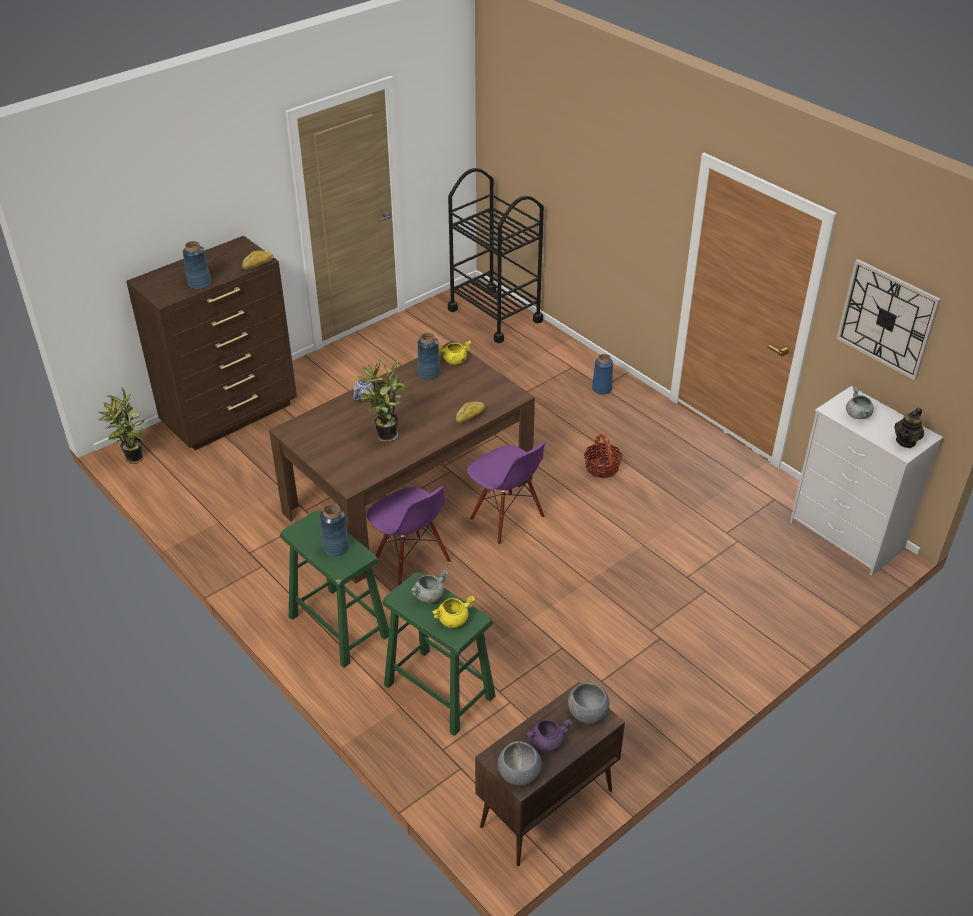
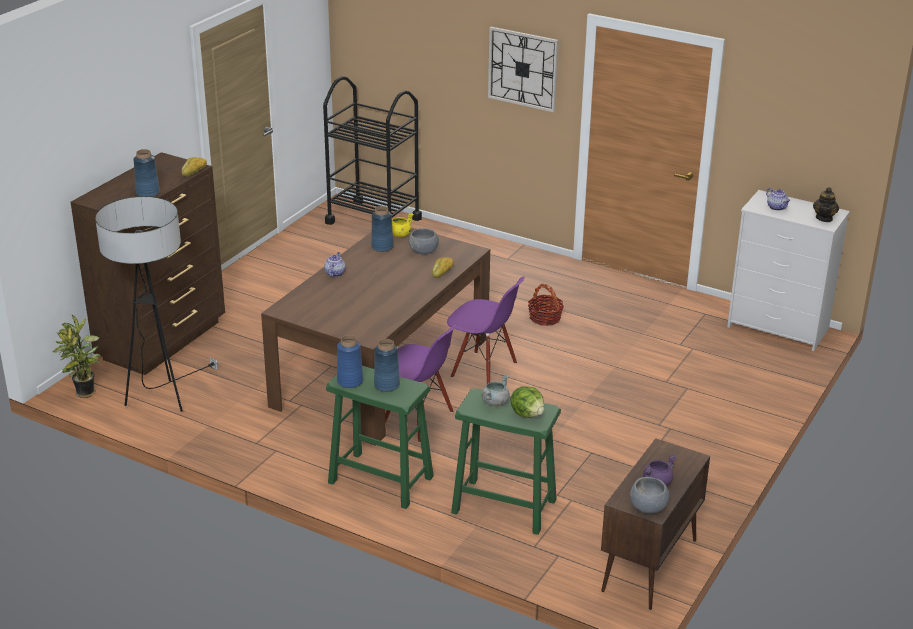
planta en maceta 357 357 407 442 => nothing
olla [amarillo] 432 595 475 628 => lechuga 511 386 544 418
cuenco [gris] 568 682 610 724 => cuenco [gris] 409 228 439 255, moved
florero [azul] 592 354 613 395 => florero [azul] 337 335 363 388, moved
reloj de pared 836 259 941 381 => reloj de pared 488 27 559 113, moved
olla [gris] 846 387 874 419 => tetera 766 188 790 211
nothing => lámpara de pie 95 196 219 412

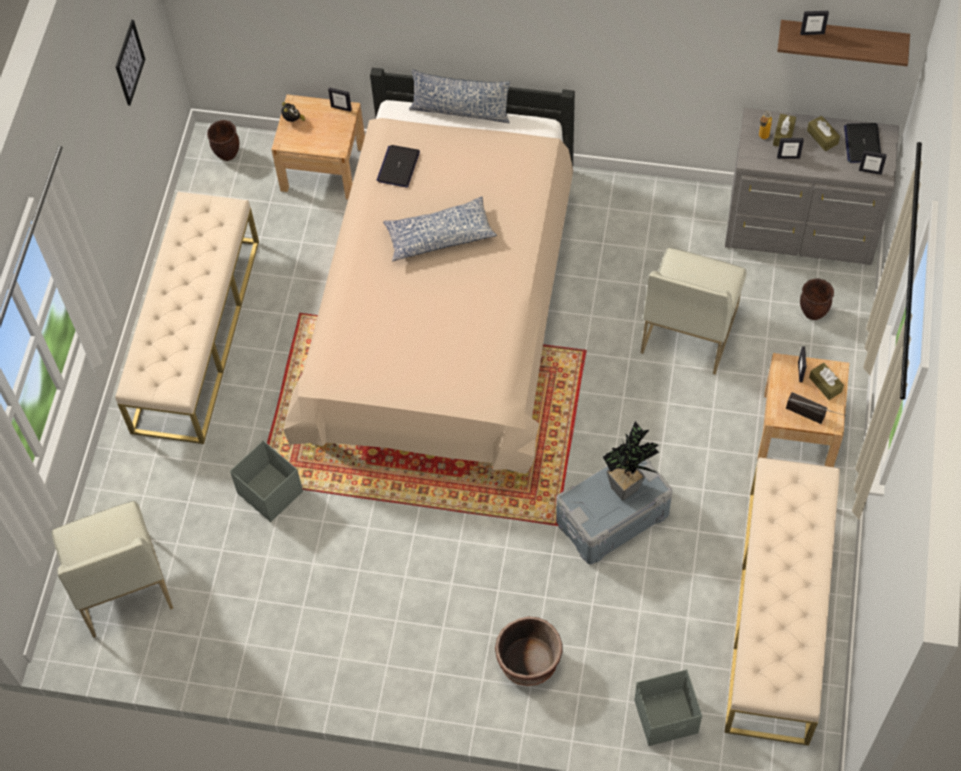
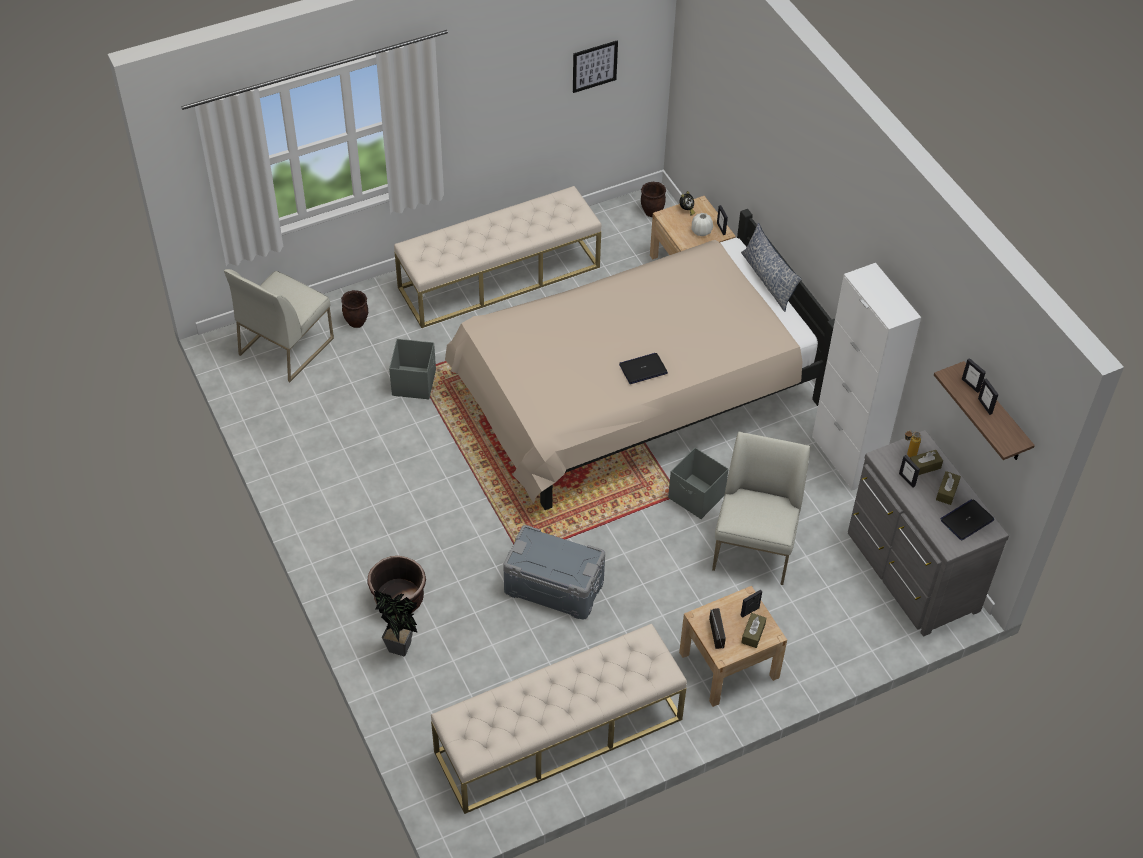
portátil 377 145 420 187 => portátil 619 353 668 384, moved
cojín 383 197 497 261 => nothing
planta en maceta 603 421 659 500 => planta en maceta 374 591 418 656, moved
caja de almacenaje [gris] 634 669 702 746 => caja de almacenaje [gris] 668 448 729 519, moved
silla [blanco] 641 248 746 375 => silla [blanco] 712 431 810 585, 120 degrees clockwise
maceta [marrón] 800 279 834 320 => maceta [marrón] 341 290 368 328, moved
portarretratos 859 150 887 175 => portarretratos 978 378 998 415, moved
nothing => florero [blanco] 691 213 713 236
nothing => armario [blanco] 812 263 921 491

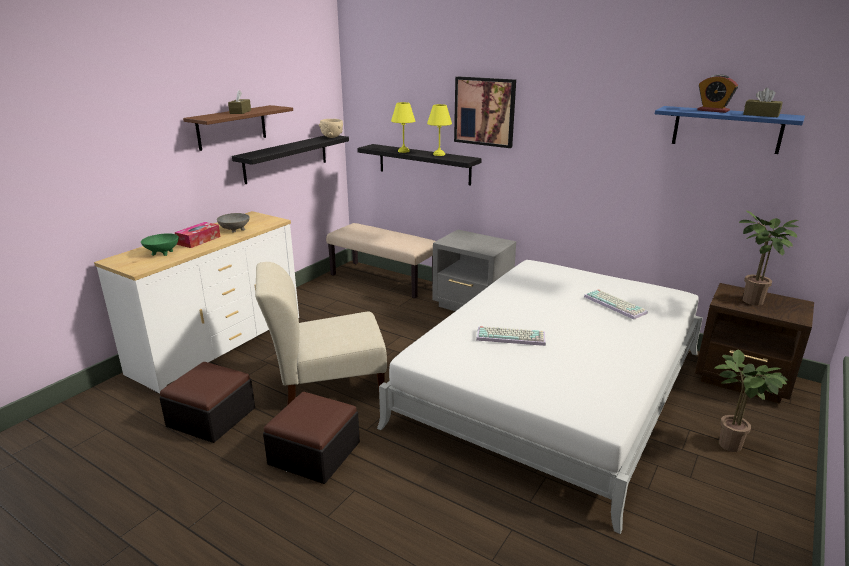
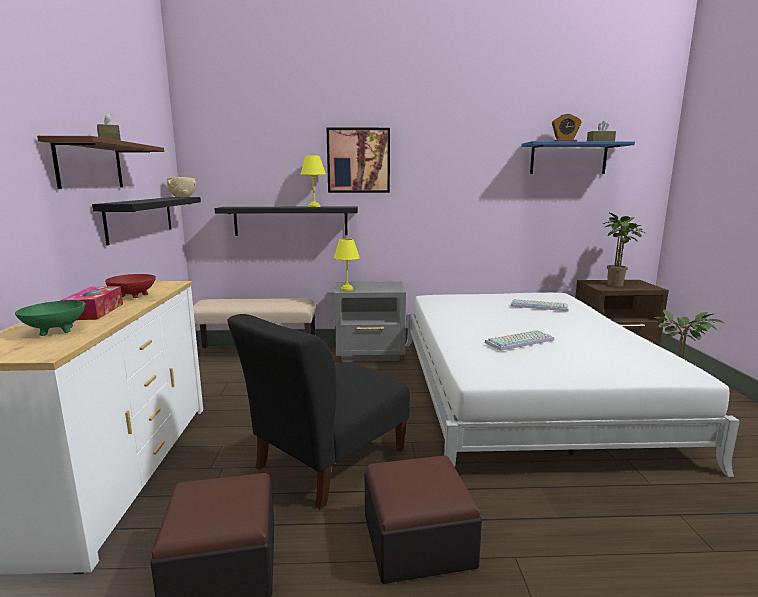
cuenco [gris] 217 213 250 233 => cuenco [rojo] 105 274 156 298
silla [beis] 255 262 387 405 => silla [negro] 228 314 410 509
lámpara de mesa [amarillo] 391 102 415 153 => lámpara de mesa [amarillo] 334 239 360 291, moved

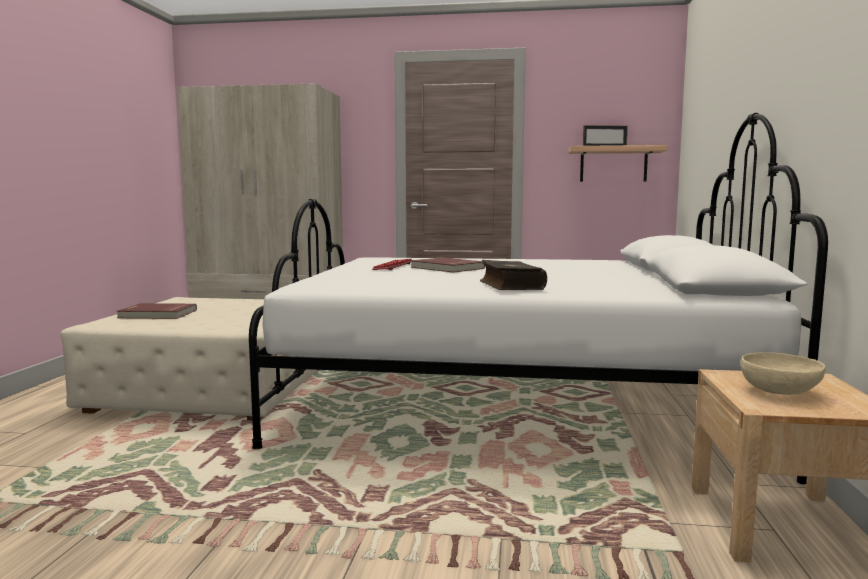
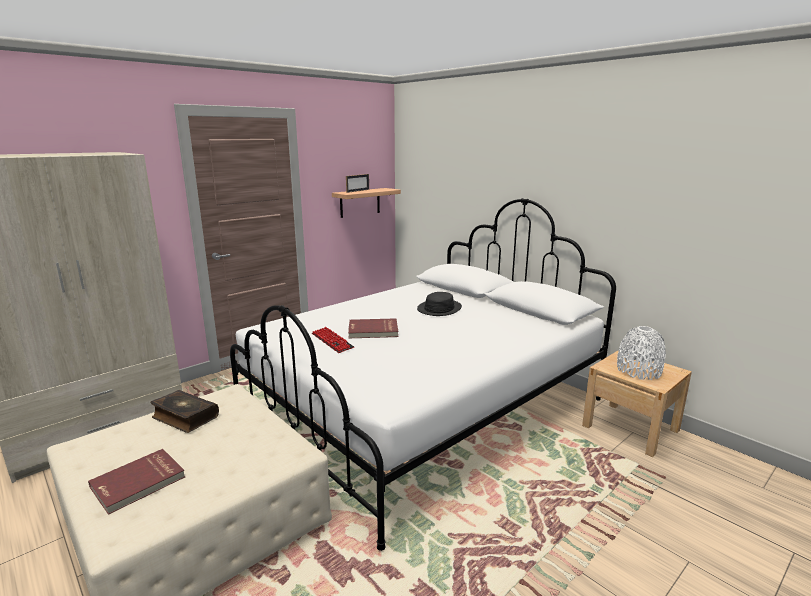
libro 480 260 547 290 => libro 150 390 219 433, moved
cuenco [beis] 741 352 825 395 => florero [blanco] 617 326 666 380
nothing => sombrero [negro] 417 292 462 316

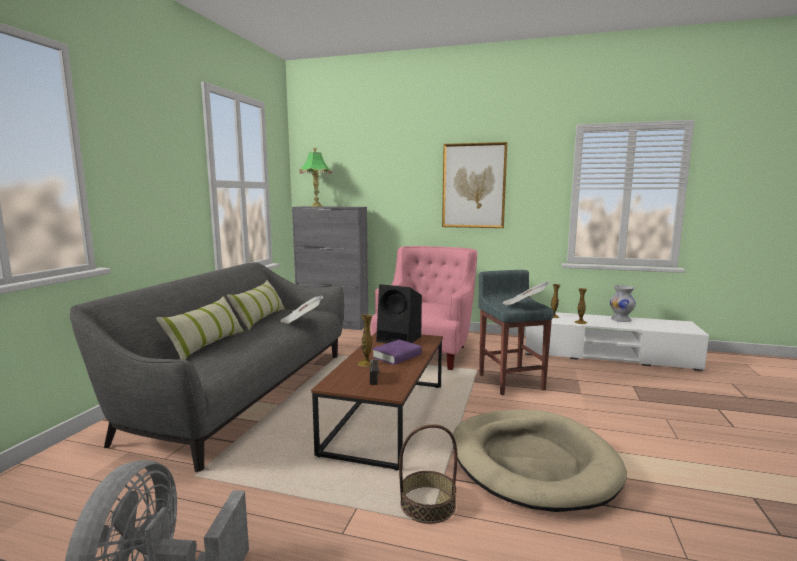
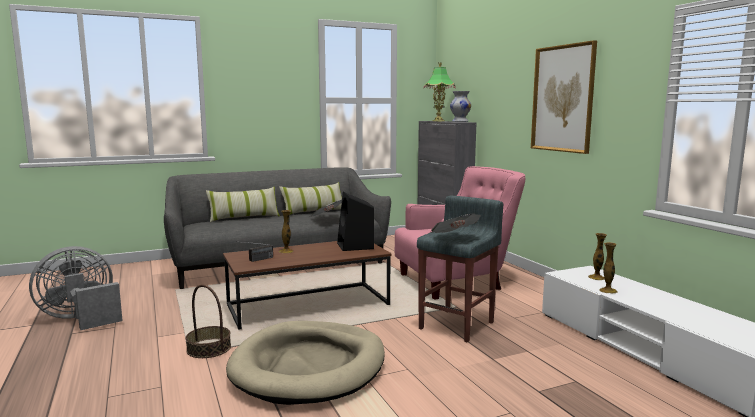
libro [morado] 372 339 422 365 => nothing
florero [blanco] 610 285 636 322 => florero [blanco] 450 91 471 122, moved

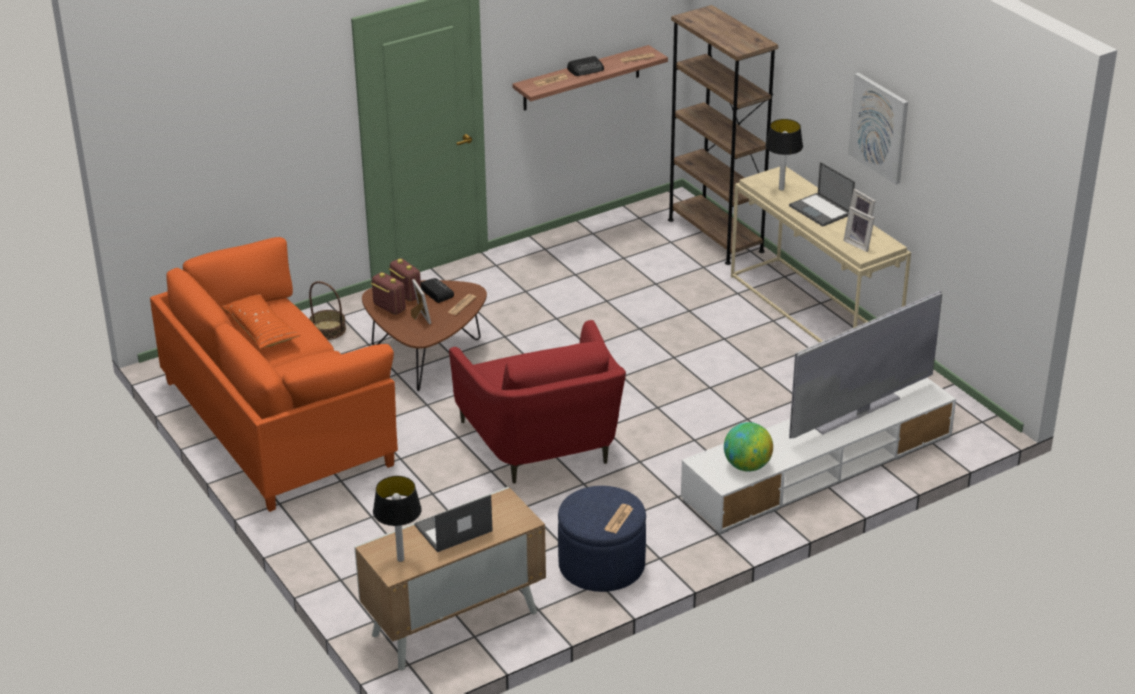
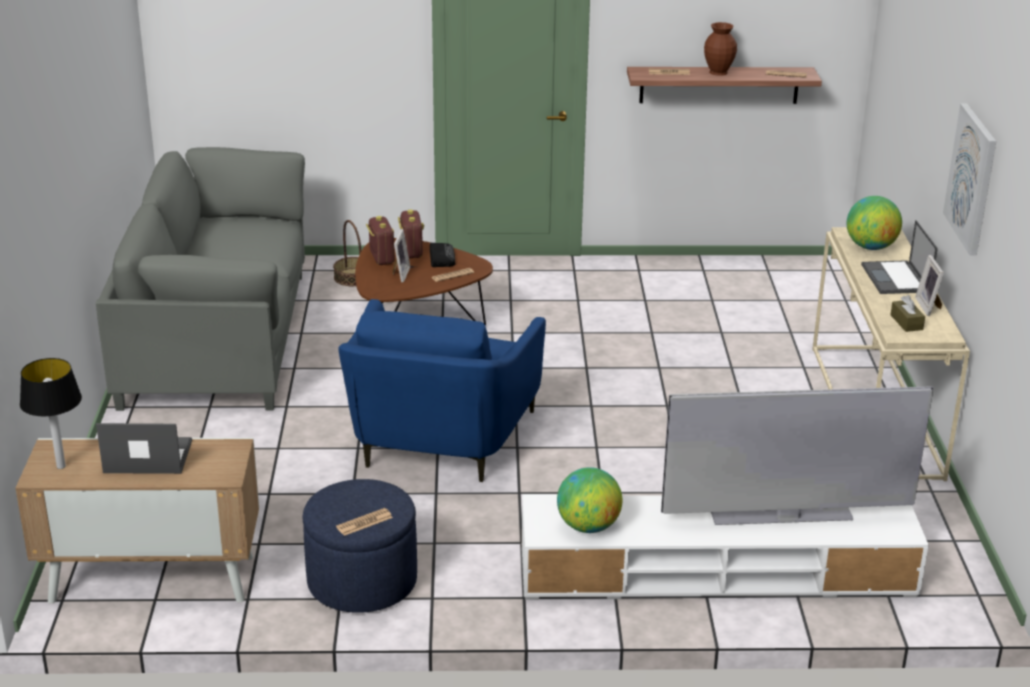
sofá [naranja] 150 237 398 512 => sofá [gris] 96 147 305 411
cojín [naranja] 221 294 300 349 => nothing
sillón [rojo] 449 320 626 484 => sillón [azul] 338 299 546 482
radio 567 56 604 76 => florero [marrón] 704 22 737 76
estantería [marrón] 668 5 778 265 => nothing
lámpara de mesa 765 119 803 191 => globo terráqueo 847 196 902 250
portarretratos 843 207 875 252 => caja de pañuelos [marrón] 891 295 925 332

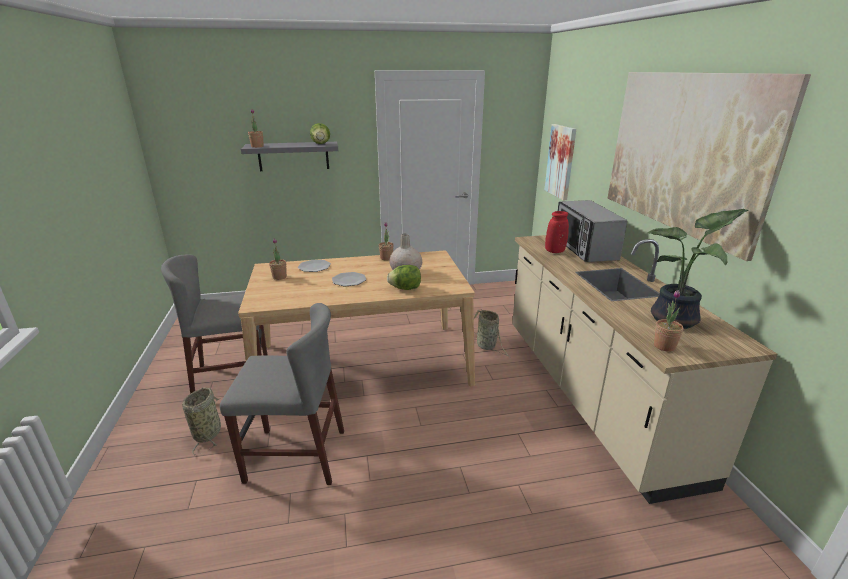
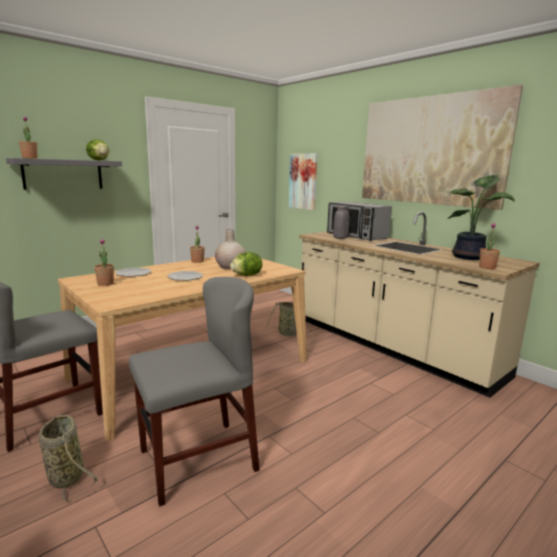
florero [rojo] 545 211 569 253 => florero [gris] 333 205 350 239

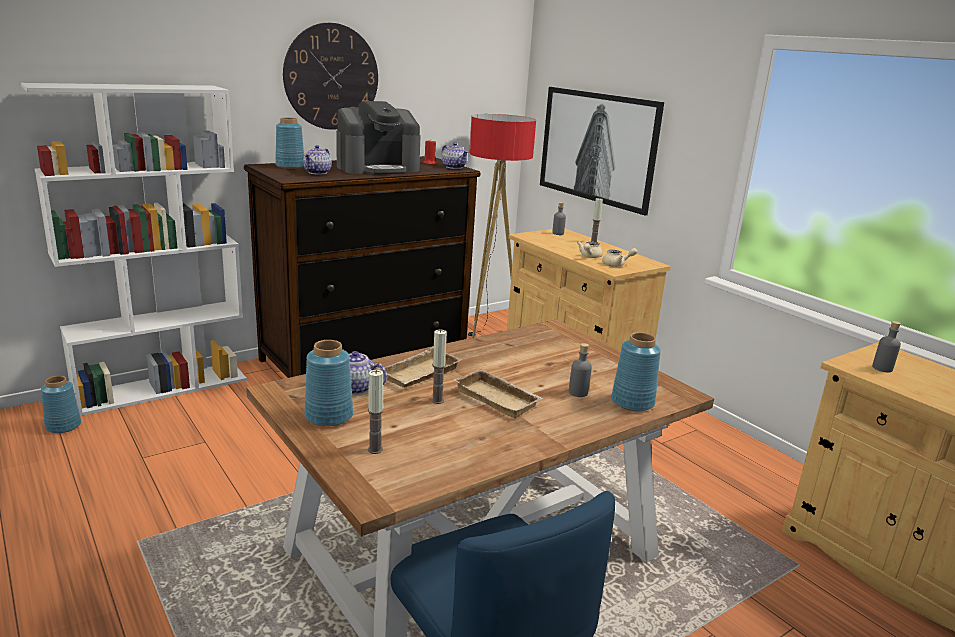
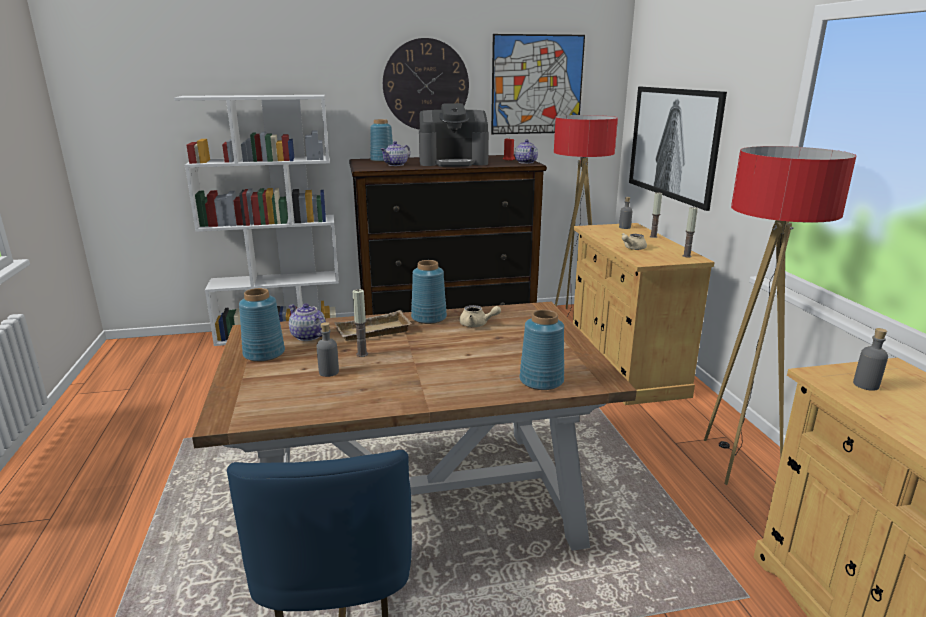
florero [azul] 41 376 81 433 => florero [azul] 411 260 447 324, moved
vela 368 370 383 454 => vela 682 207 698 258, moved
bandeja [beis] 453 369 544 419 => nothing
botella [gris] 569 343 592 397 => botella [gris] 316 322 339 377, moved
tetera [beis] 602 248 638 267 => tetera [beis] 459 305 501 327, moved
nothing => cuadro 491 34 585 134
nothing => lámpara de pie 704 146 856 485

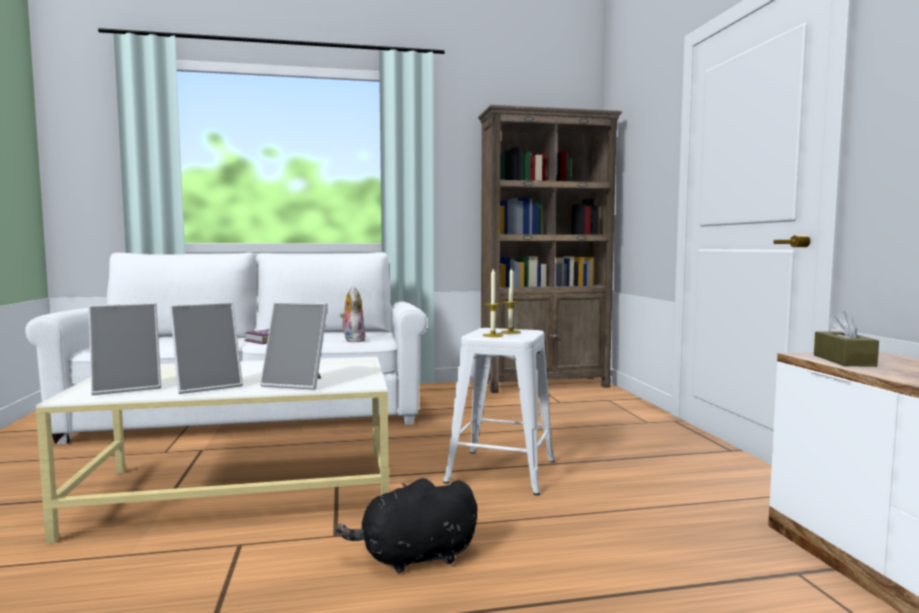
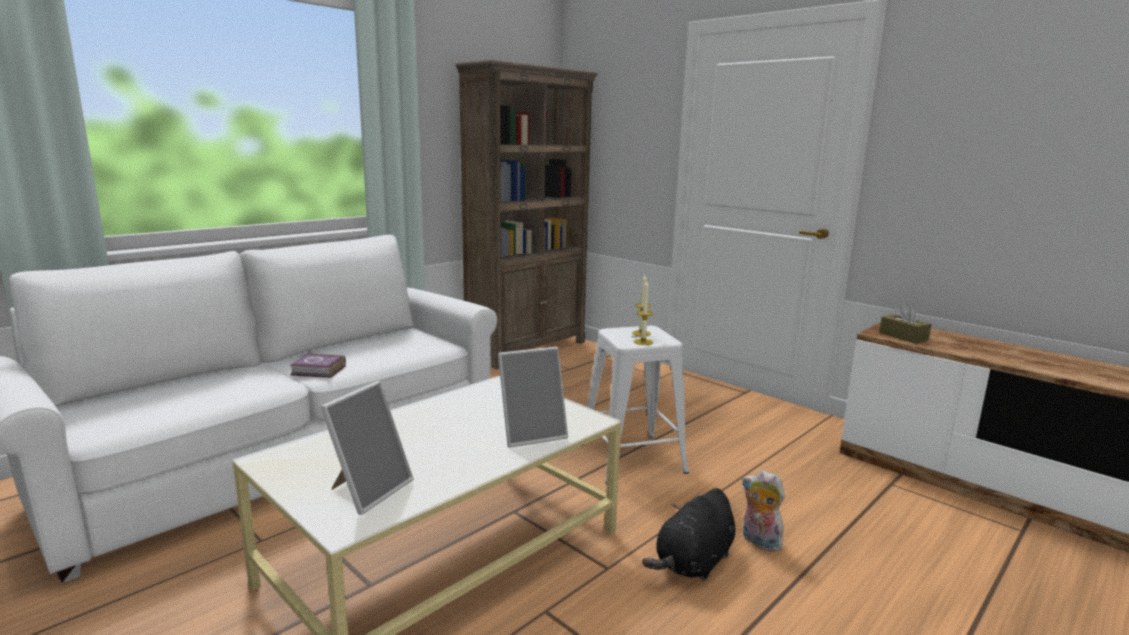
portarretratos 170 302 243 394 => nothing
peluche 340 286 365 342 => peluche 742 470 785 552, moved

